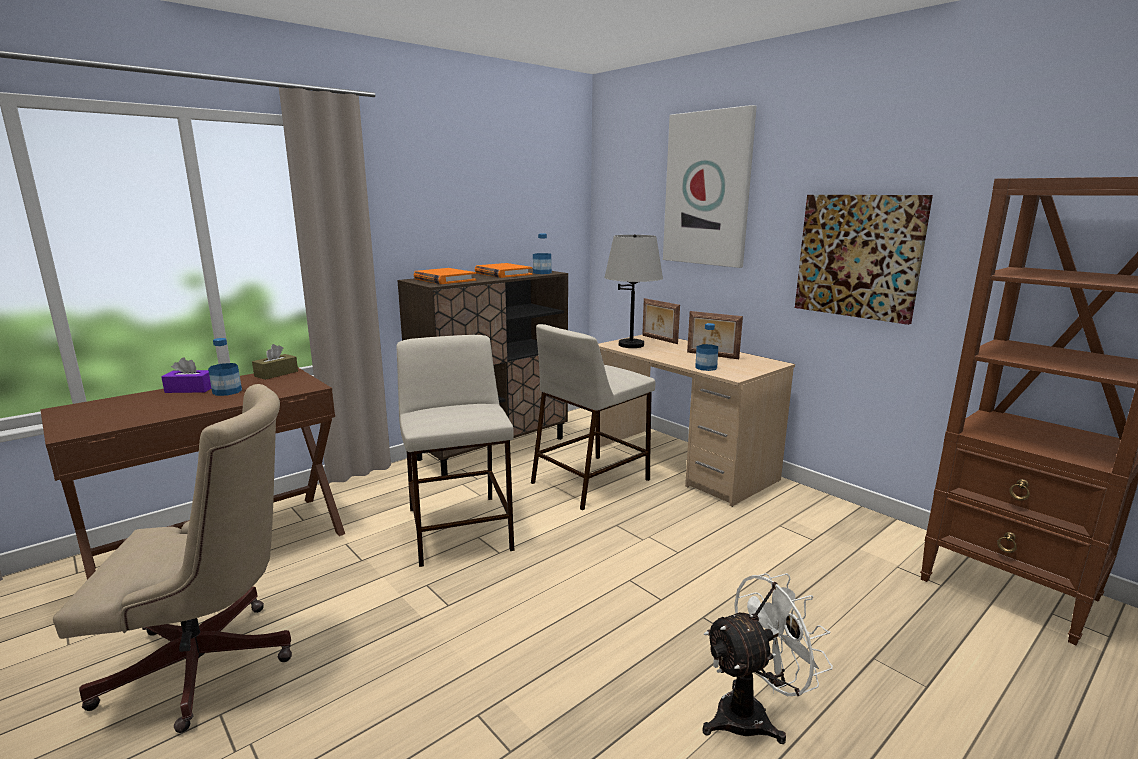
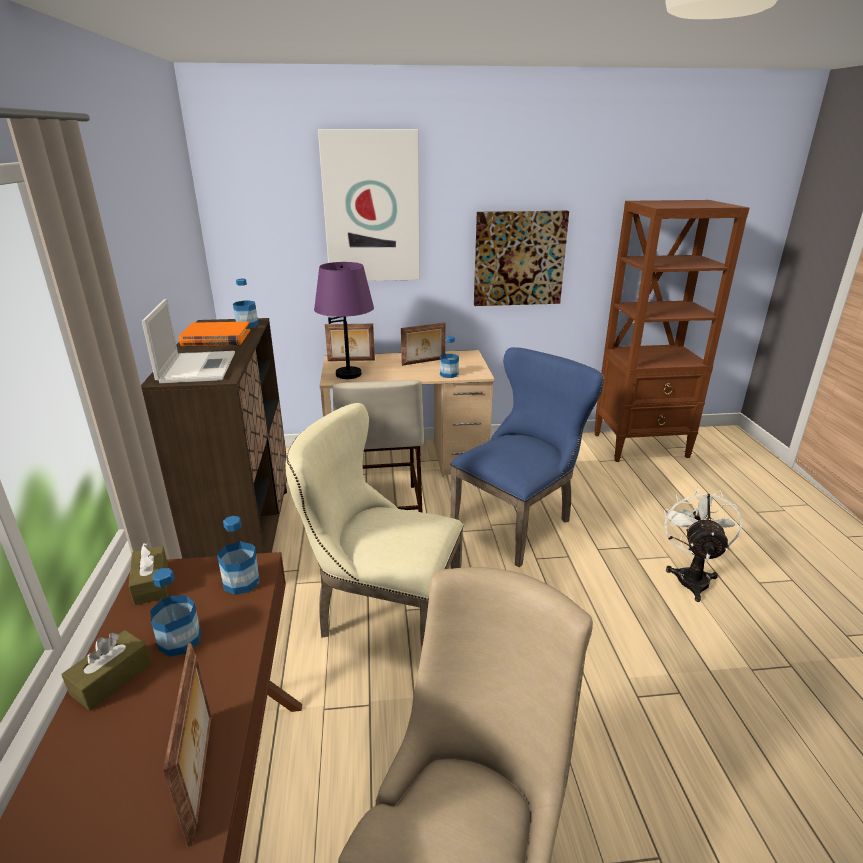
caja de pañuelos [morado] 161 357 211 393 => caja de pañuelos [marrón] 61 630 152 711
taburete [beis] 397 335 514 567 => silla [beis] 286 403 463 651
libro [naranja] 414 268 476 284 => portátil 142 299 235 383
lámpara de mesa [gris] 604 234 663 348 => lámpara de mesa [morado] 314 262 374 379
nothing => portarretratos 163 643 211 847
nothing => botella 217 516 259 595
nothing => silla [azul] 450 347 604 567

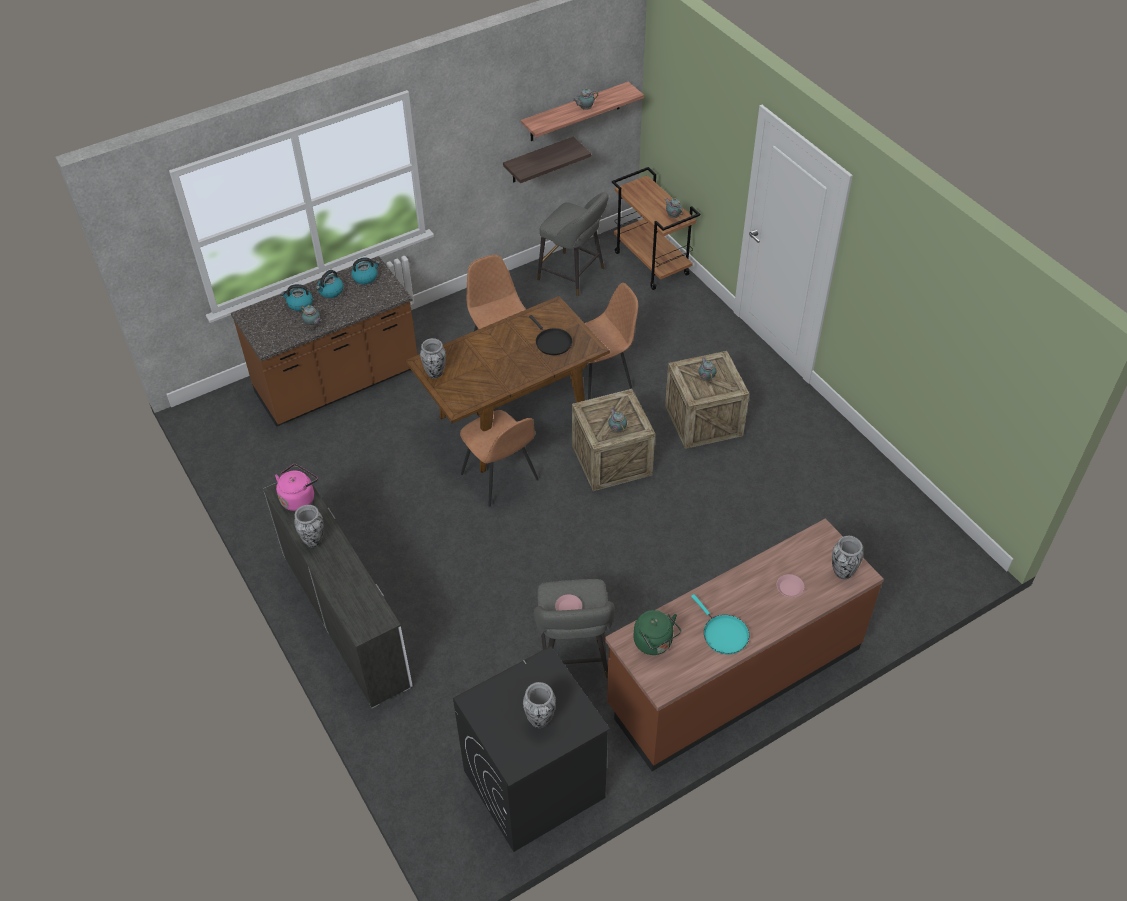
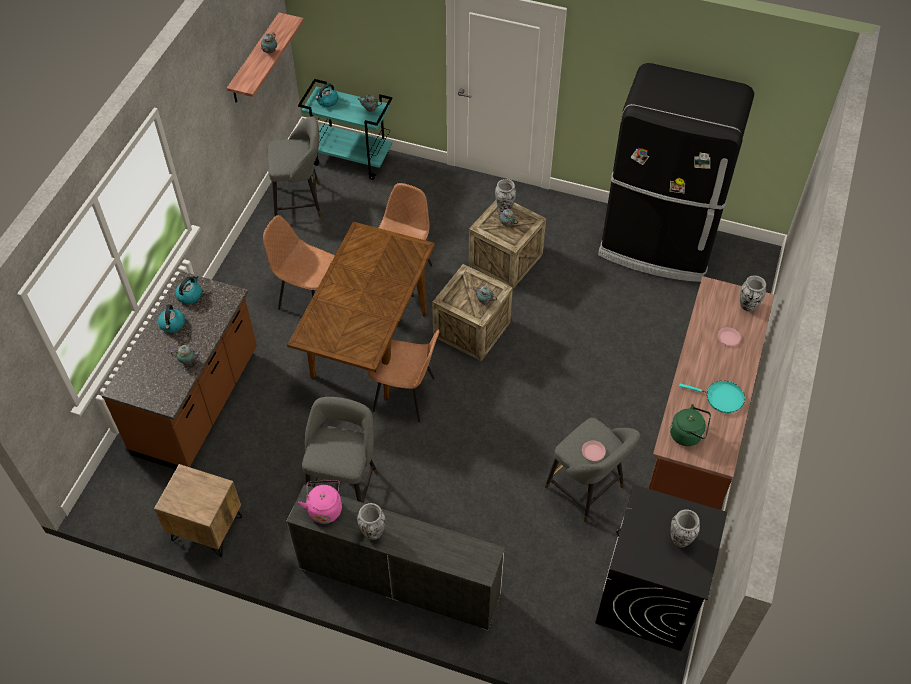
hervidor 281 284 313 311 => hervidor 315 83 338 107, moved
florero 420 338 446 379 => florero 495 179 516 213, moved
estante 503 137 591 183 => nothing
sartén [negro] 529 315 572 355 => nothing
carrito [marrón] 612 167 700 290 => carrito [turquesa] 298 79 392 180
nothing => mesita de noche [marrón] 154 464 242 557
nothing => taburete [gris] 302 397 378 503
nothing => nevera [negro] 598 63 754 282

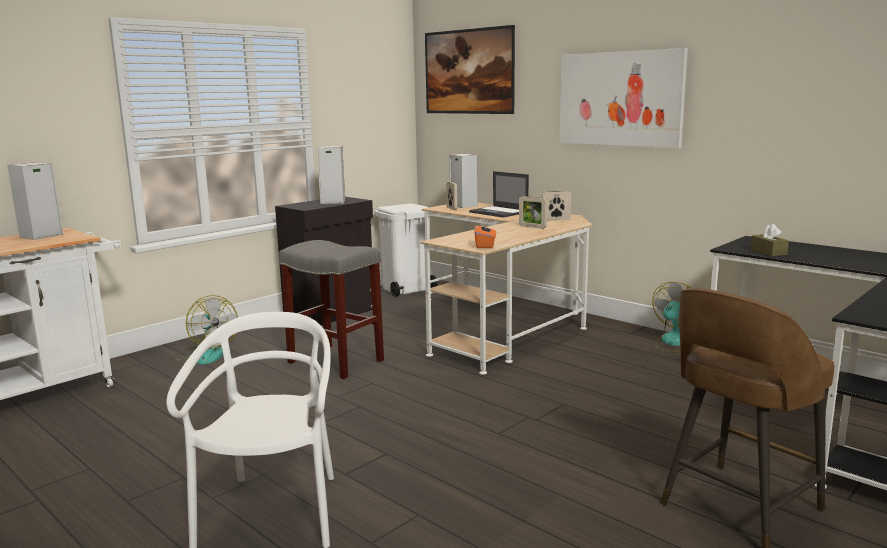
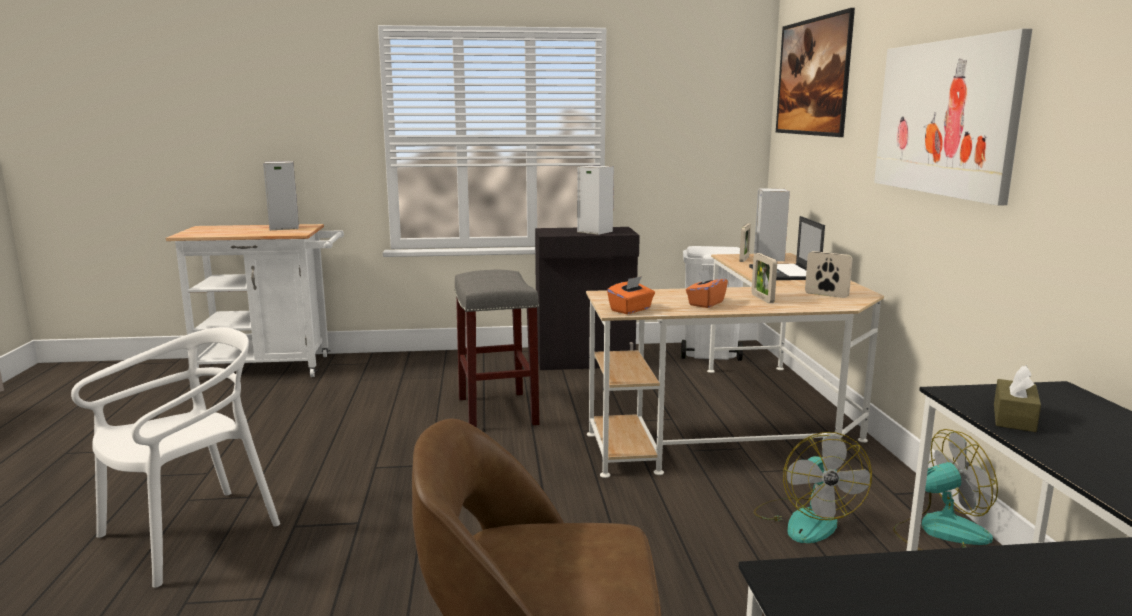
ventilador 171 295 238 365 => ventilador 753 432 872 543, moved
nothing => caja de pañuelos [naranja] 686 269 728 308

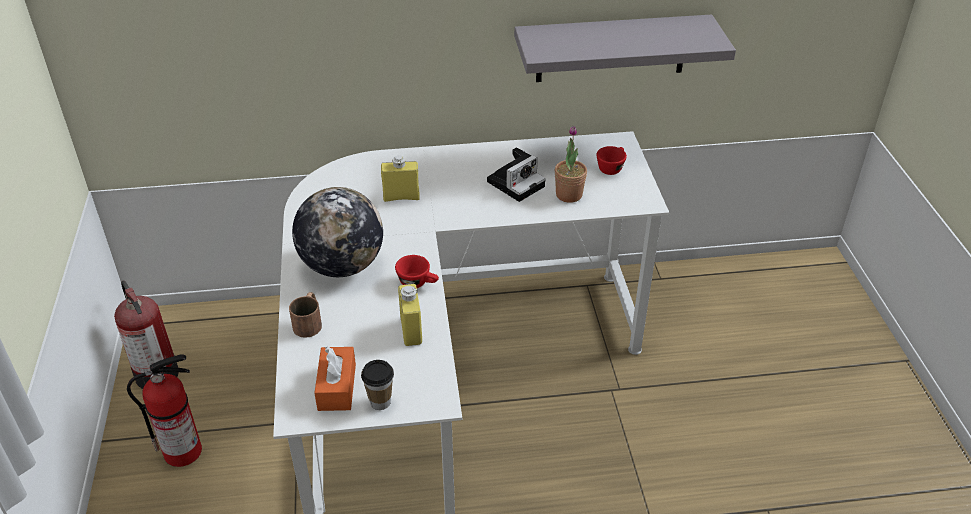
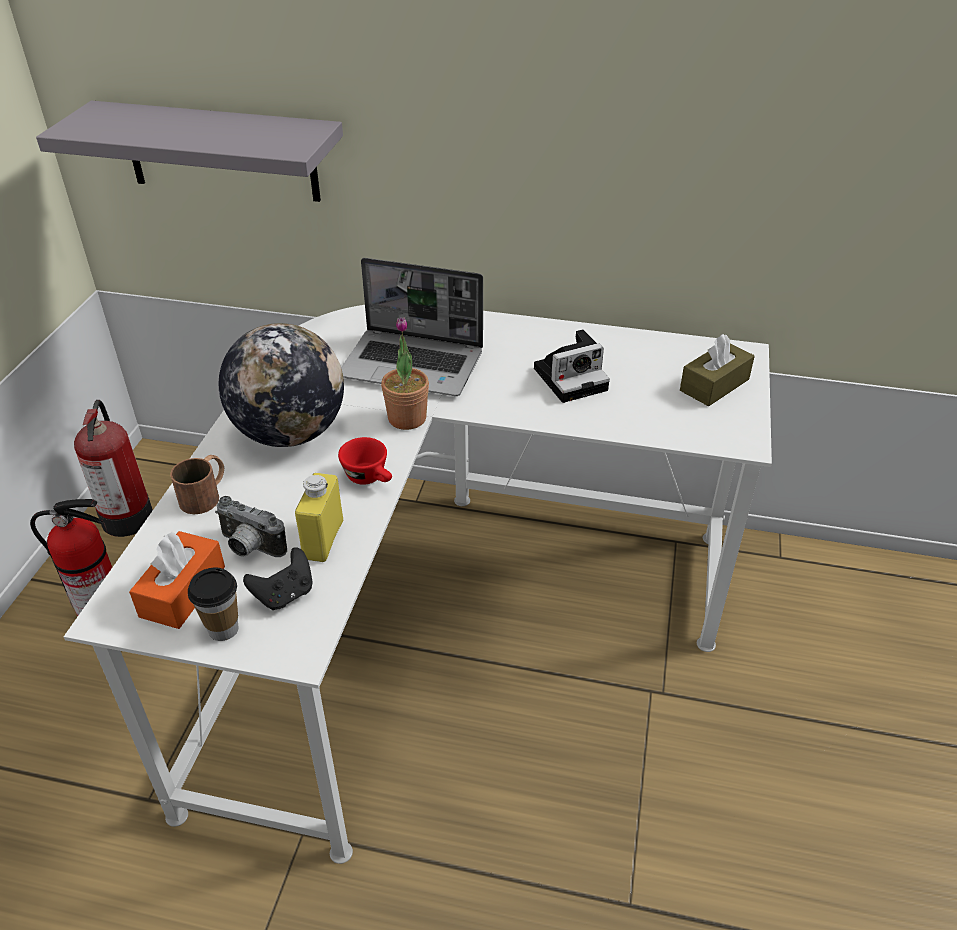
botella [amarillo] 381 155 420 202 => portátil 341 258 483 396
estante [gris] 514 14 736 82 => estante [gris] 36 101 343 202, moved
planta en maceta 555 126 587 203 => planta en maceta 381 317 429 430, moved
taza [rojo] 596 146 627 175 => caja de pañuelos [marrón] 680 334 755 406
nothing => cámara 215 496 287 557
nothing => mando de consola [negro] 243 547 313 610

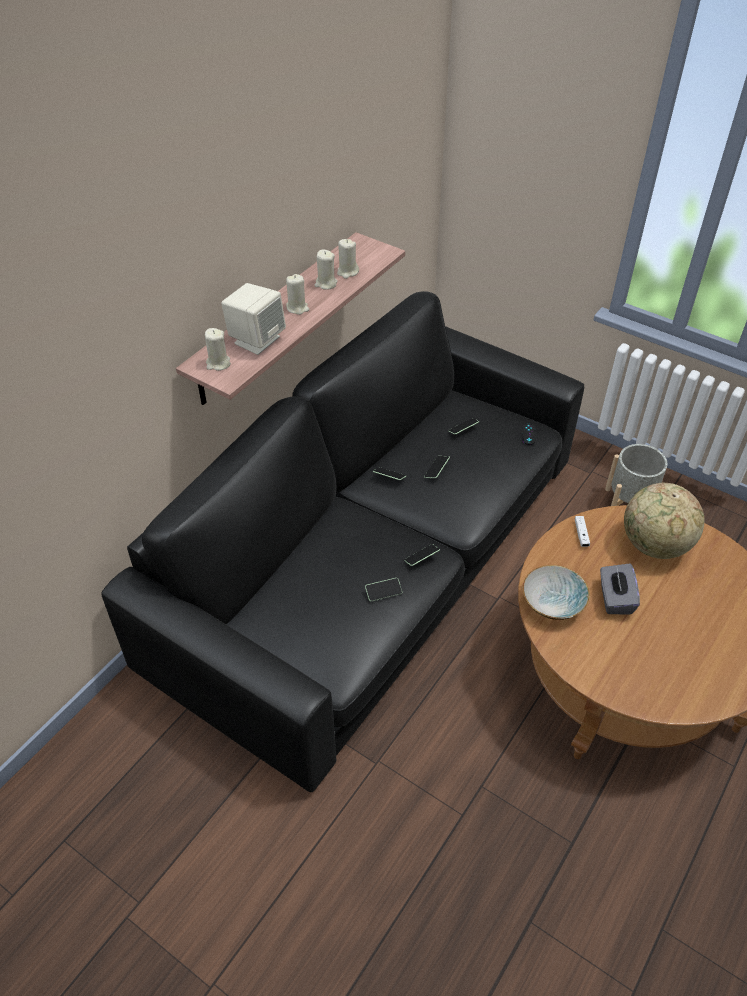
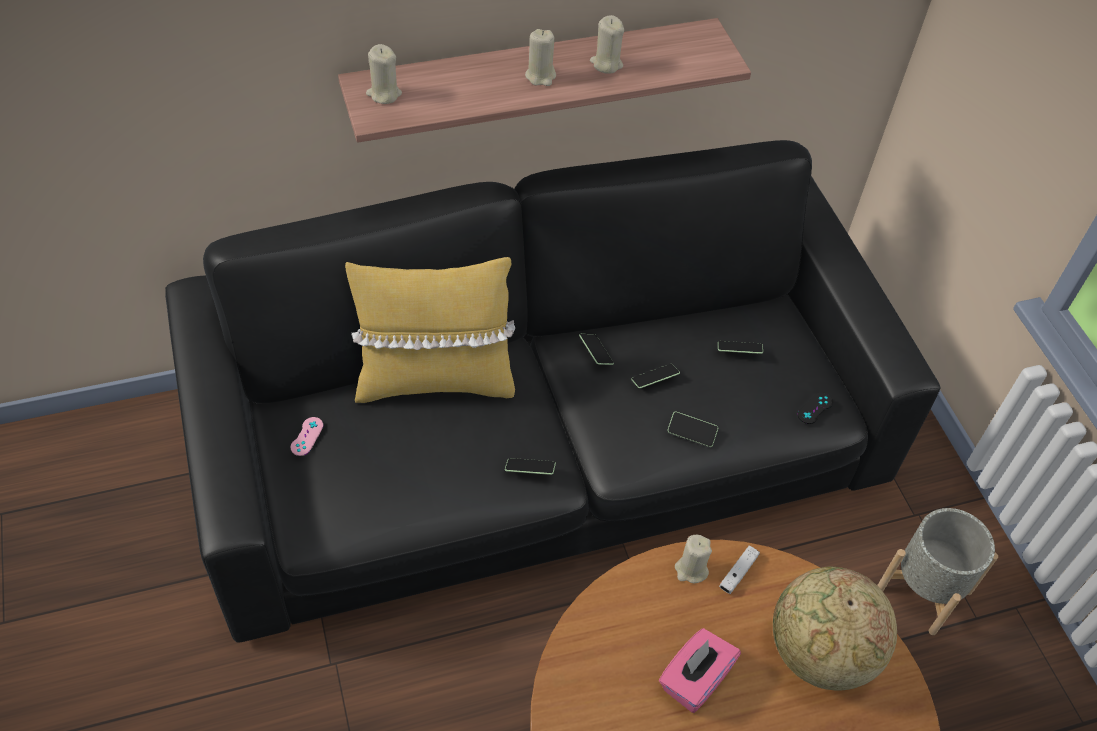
altavoz [beis] 221 283 286 355 => nothing
vela [beis] 337 239 359 279 => vela [beis] 675 535 712 583, moved
móvil 365 578 402 602 => móvil 667 412 718 447, moved
cuenco 523 565 590 620 => nothing
caja de pañuelos [gris] 600 564 640 615 => caja de pañuelos [rosa] 659 628 741 713
nothing => mando de consola [rosa] 291 417 323 456
nothing => cojín [amarillo] 345 257 515 403

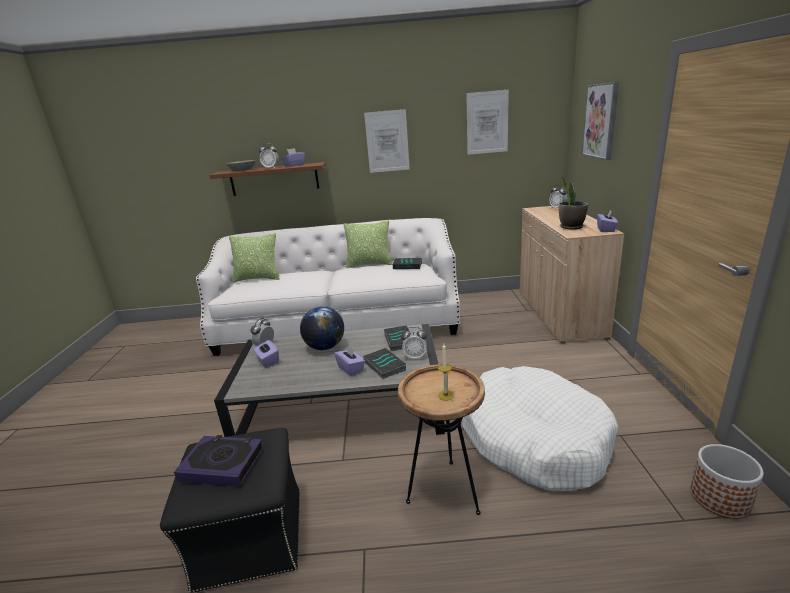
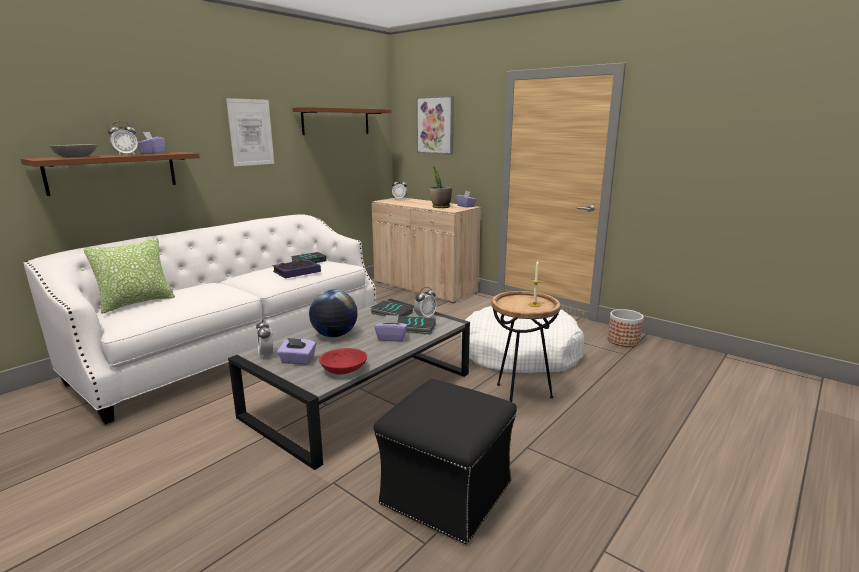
libro 174 435 264 487 => libro 273 259 321 278, moved
cojín 344 220 392 268 => nothing
cuadro 466 90 509 155 => estante [marrón] 292 107 391 135
nothing => cuenco [rojo] 319 348 367 375

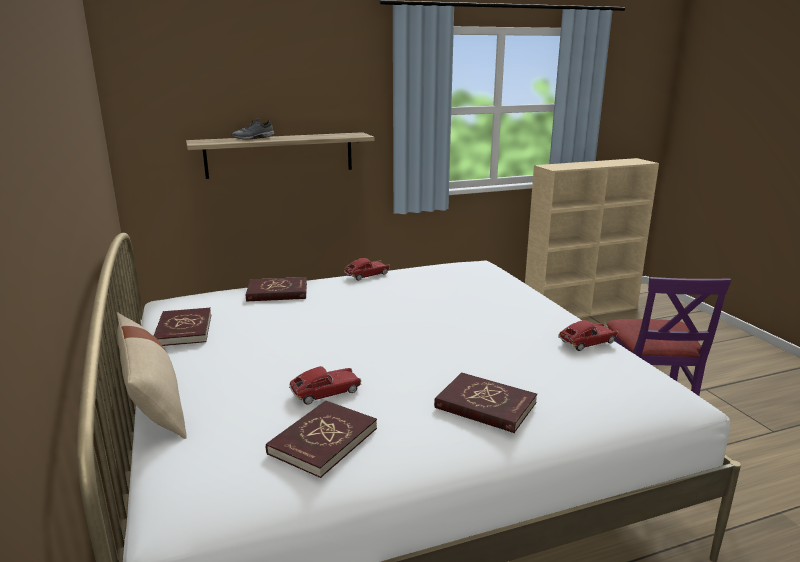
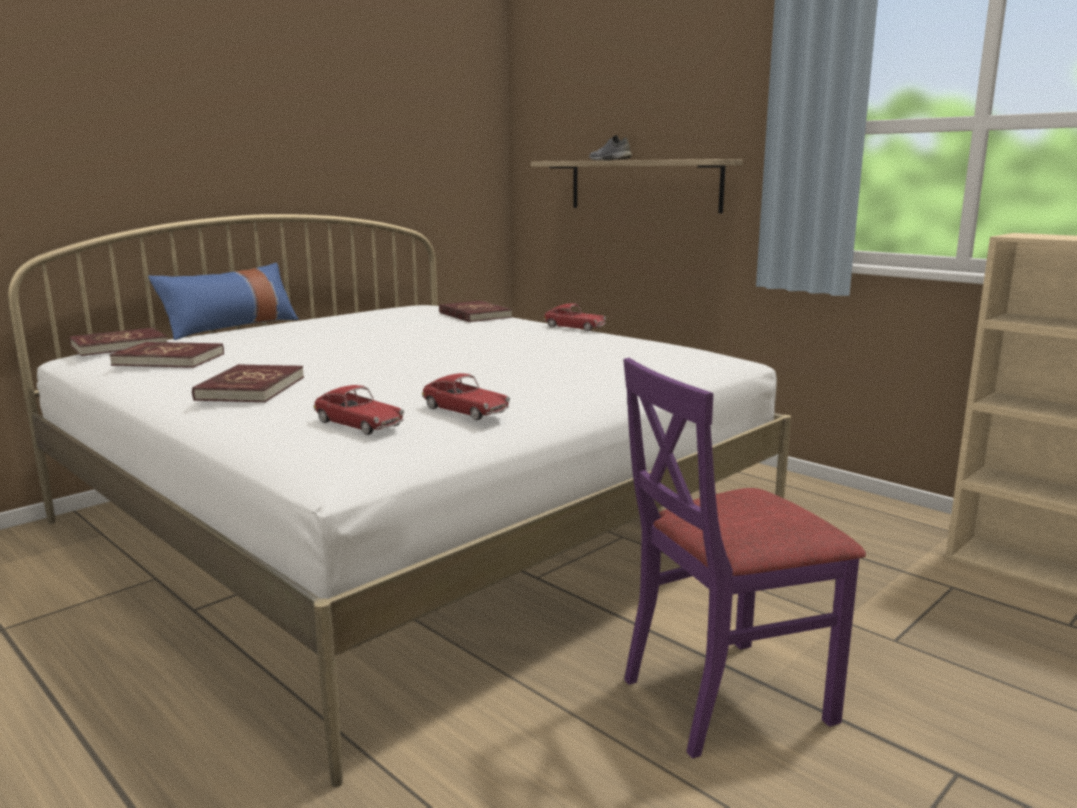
cojín [beis] 117 312 187 439 => cojín [azul] 148 263 299 340
libro [rojo] 154 308 211 346 => libro [rojo] 69 328 167 356, moved
coche de juguete 289 366 361 405 => coche de juguete 313 385 404 435, moved

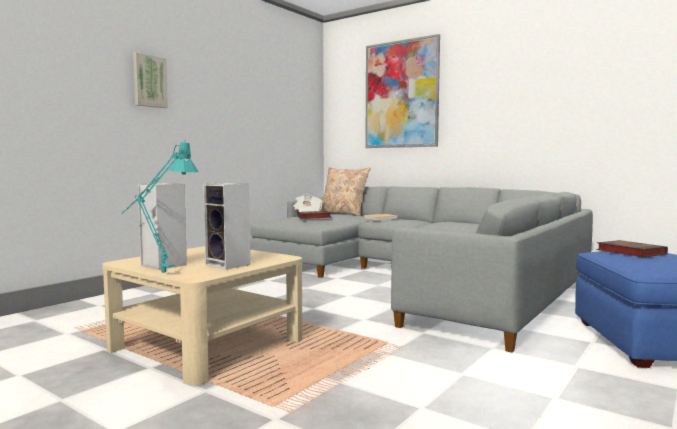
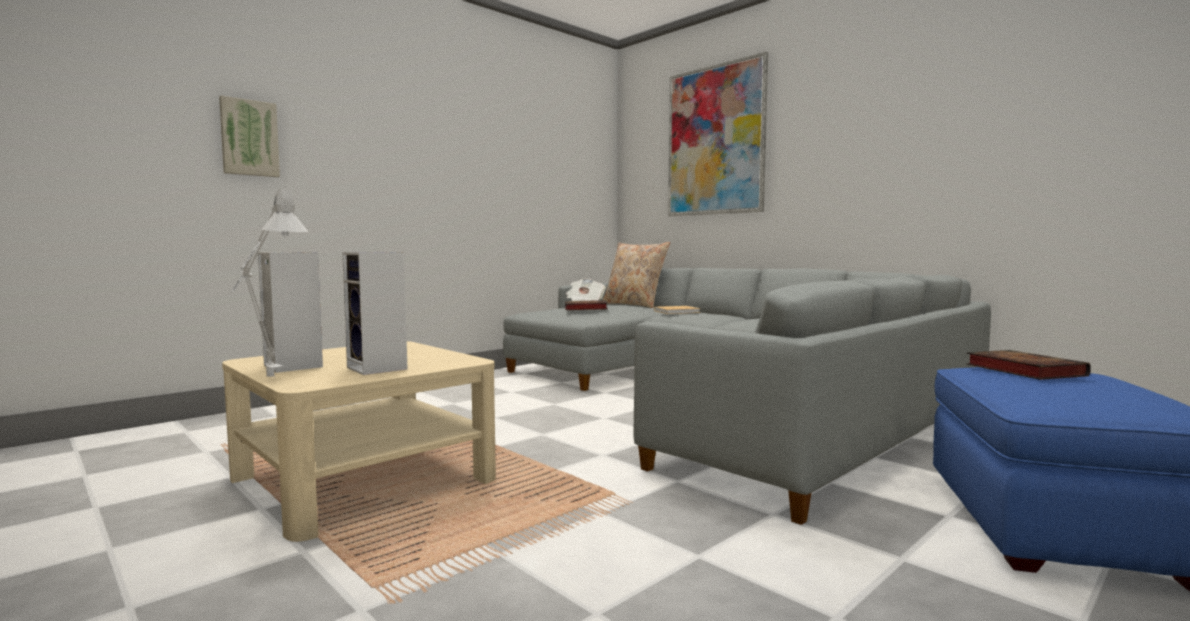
lámpara de mesa [turquesa] 122 142 199 273 => lámpara de mesa [gris] 231 185 308 377
cuadro 133 52 168 108 => cuadro 219 96 280 177, moved

